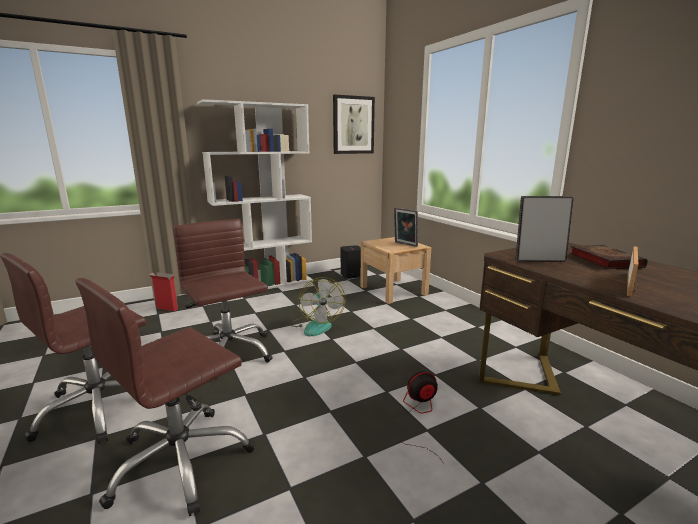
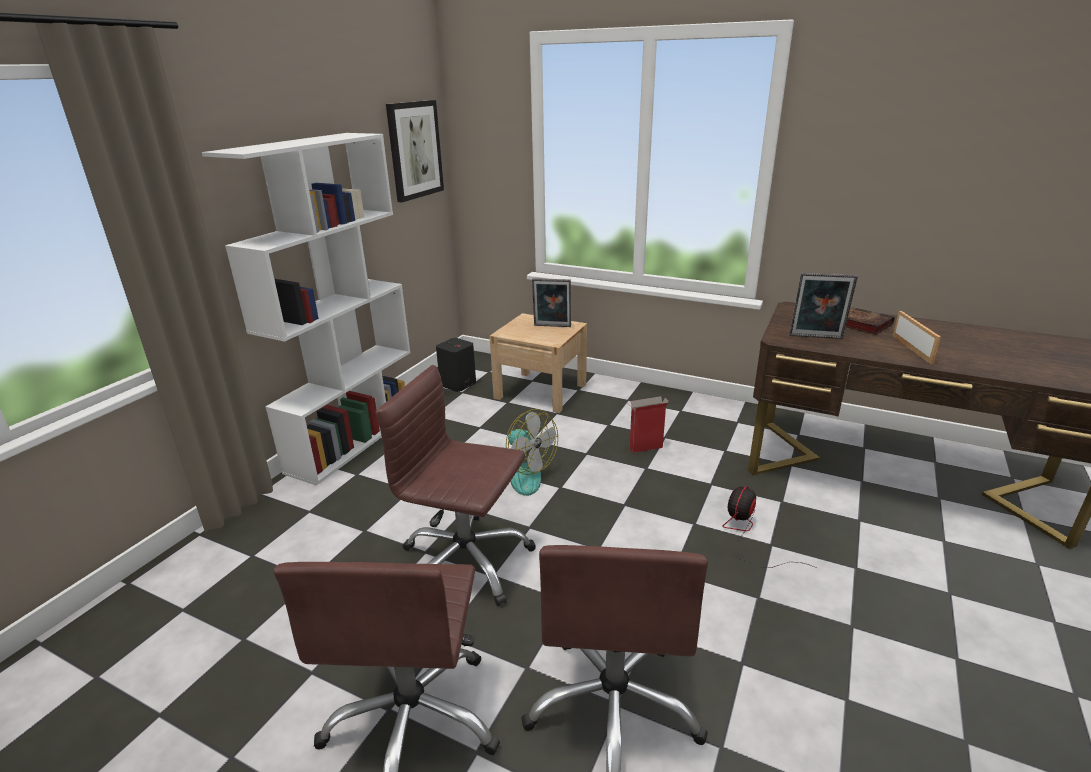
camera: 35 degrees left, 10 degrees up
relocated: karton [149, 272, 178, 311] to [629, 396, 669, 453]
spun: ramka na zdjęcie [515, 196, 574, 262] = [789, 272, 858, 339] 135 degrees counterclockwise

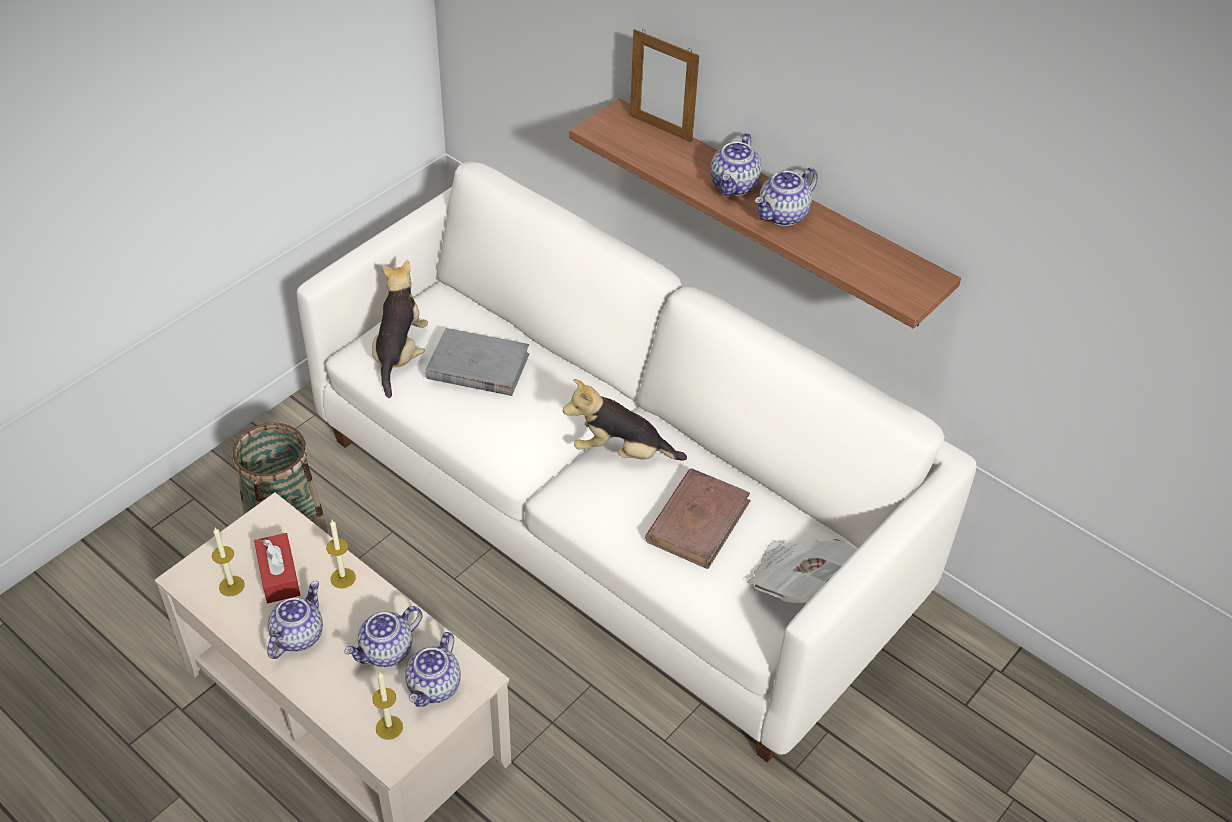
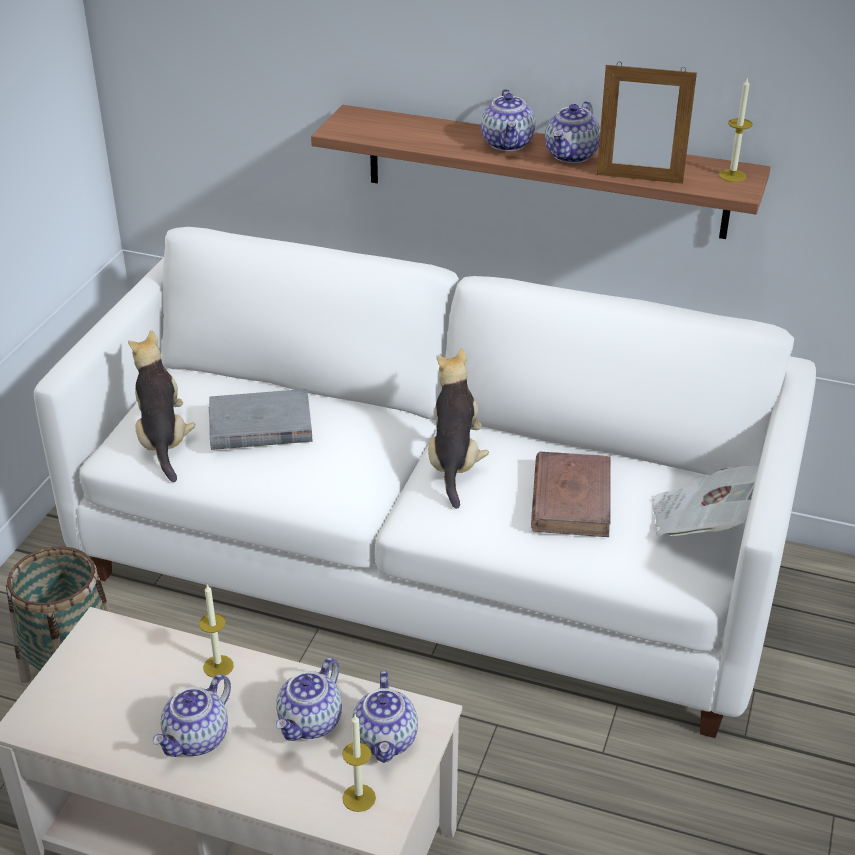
camera: 20 degrees left, 10 degrees down
missing: pudełko chusteczek (czerwony) [254, 533, 300, 603]
relocated: ramka na zdjęcie [630, 29, 699, 143] to [597, 62, 697, 184]; świeca [212, 528, 245, 596] to [719, 77, 753, 182]
spun: pluszak [563, 379, 687, 461] = [428, 348, 489, 509] 105 degrees clockwise; imbryk [267, 581, 323, 659] = [153, 674, 231, 757] 150 degrees counterclockwise

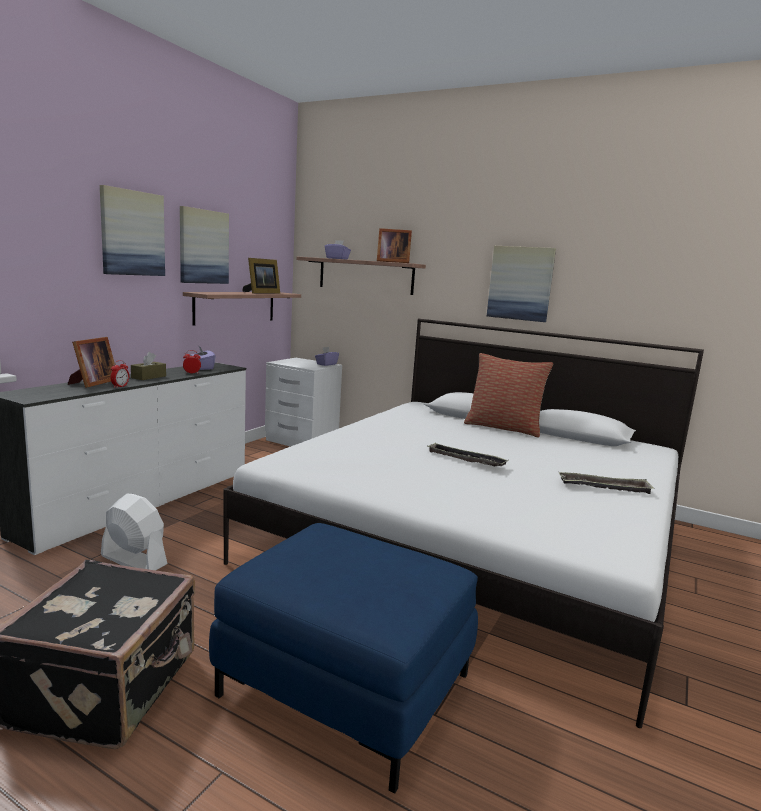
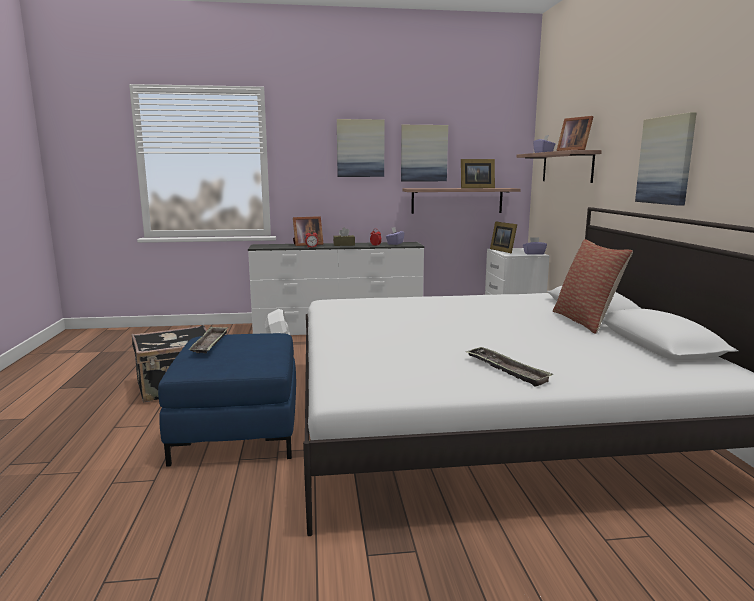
camera: 55 degrees right, 0 degrees up
appeared: ramka na zdjęcie [490, 221, 517, 253]
relocated: taca [427, 443, 509, 466] to [189, 326, 228, 354]

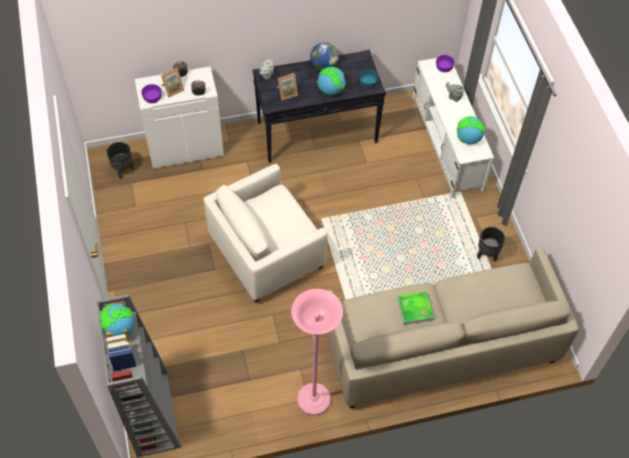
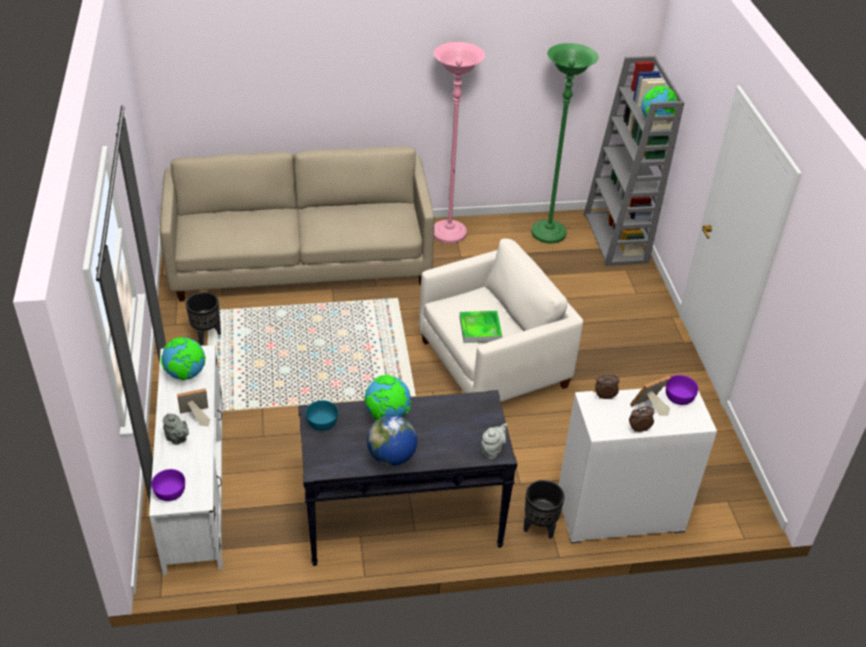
camera: 175 degrees left, 15 degrees down
appeared: lampa stojąca (zielony) [531, 43, 598, 243]
relocated: ramka na zdjęcie [276, 73, 298, 100] to [177, 388, 210, 427]; donica (czarny) [107, 142, 134, 179] to [524, 480, 564, 539]; taca [397, 292, 434, 325] to [459, 311, 502, 343]

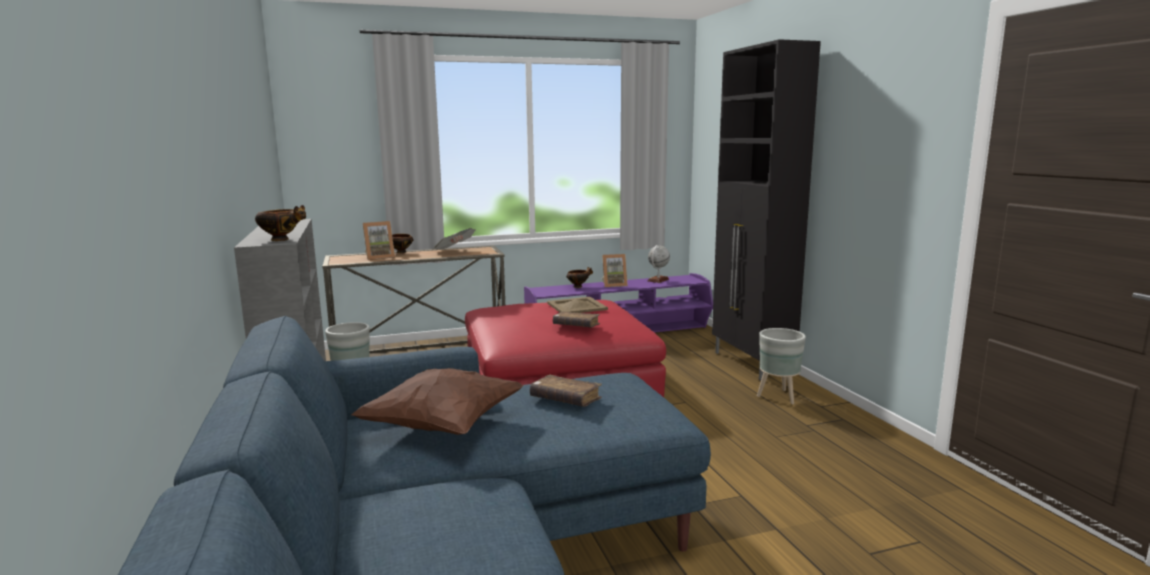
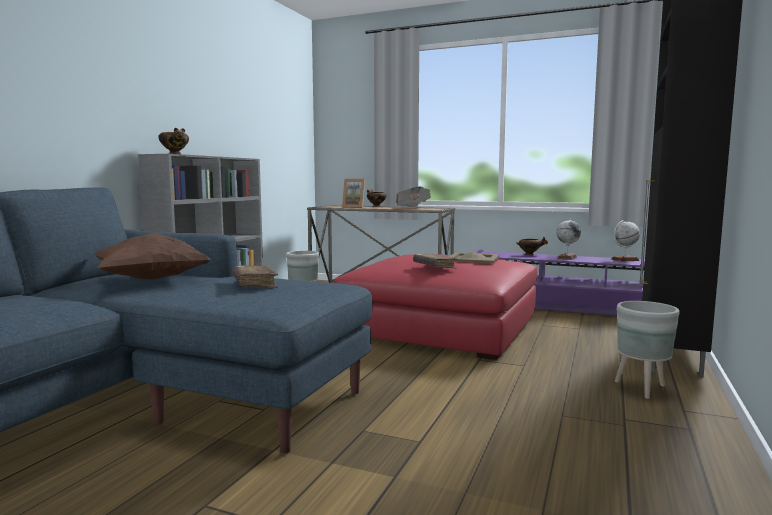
camera: 40 degrees right, 5 degrees down
exchanged: ramka na zdjęcie [602, 254, 628, 287] to globus [556, 219, 581, 260]

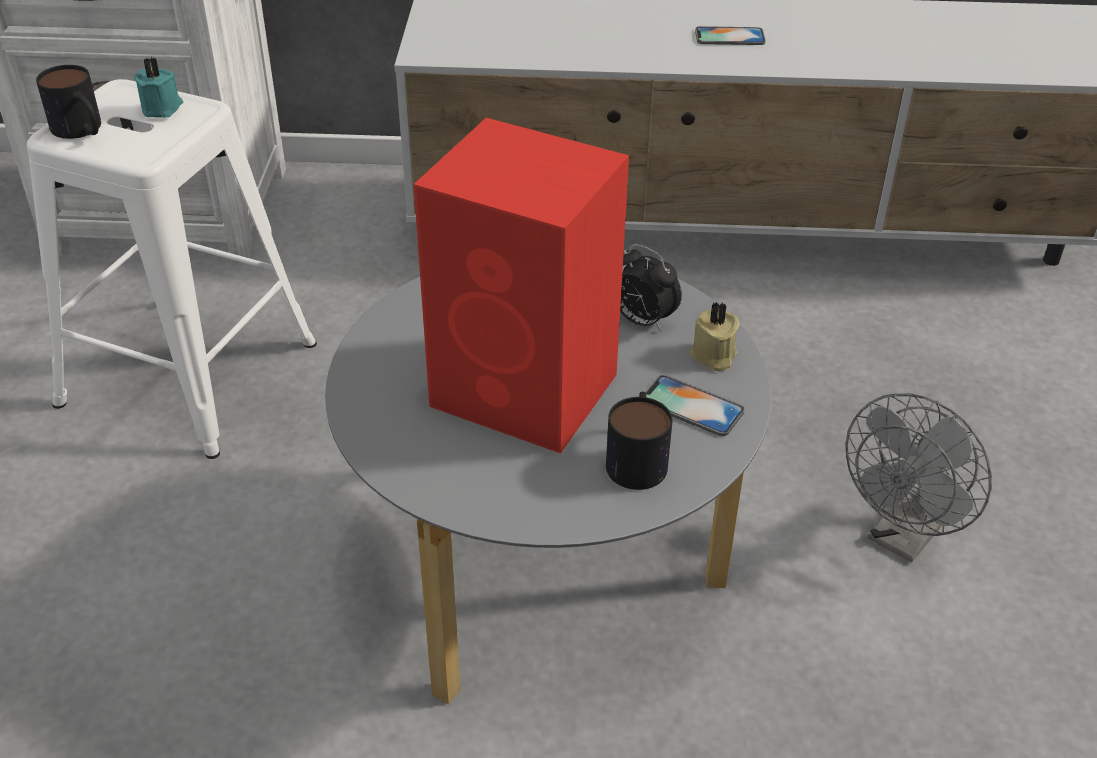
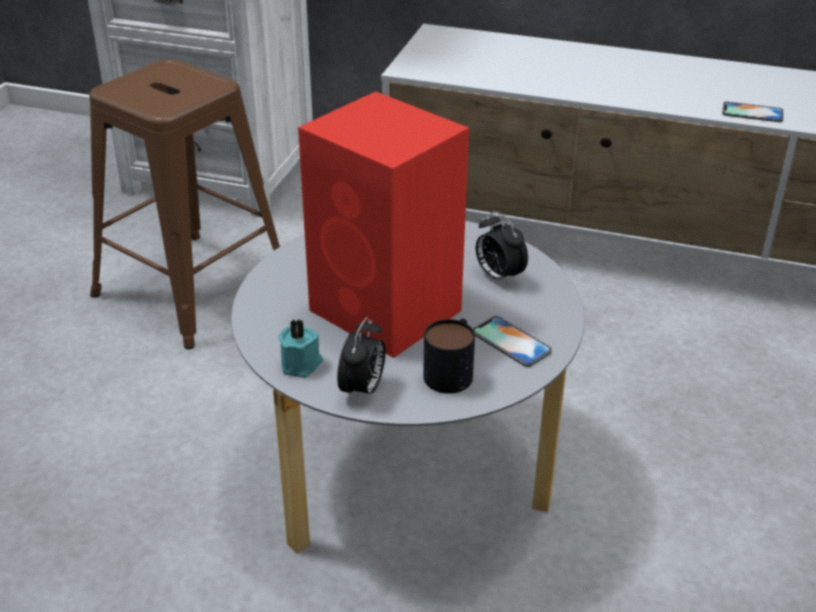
camera: 15 degrees right, 5 degrees down
missing: kubek [36, 65, 101, 139]; świeca (beżowy) [690, 302, 740, 371]; wentylator (szary) [846, 393, 992, 563]
appeared: budzik [337, 317, 385, 404]
relocated: telefon [695, 26, 766, 45] to [722, 102, 783, 122]; świeca (turkusowy) [134, 57, 183, 118] to [279, 319, 323, 378]
colour: stołek (biały) [27, 79, 317, 459] to stołek (brązowy) [89, 59, 280, 349]

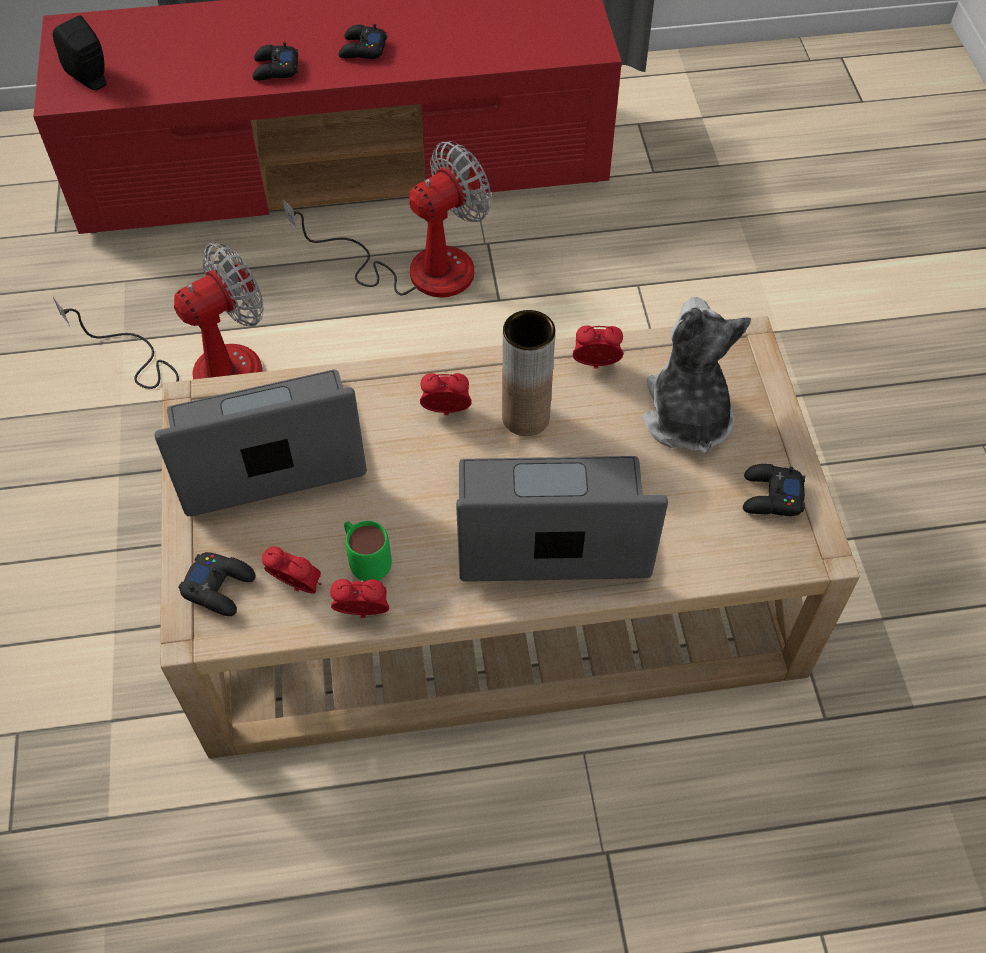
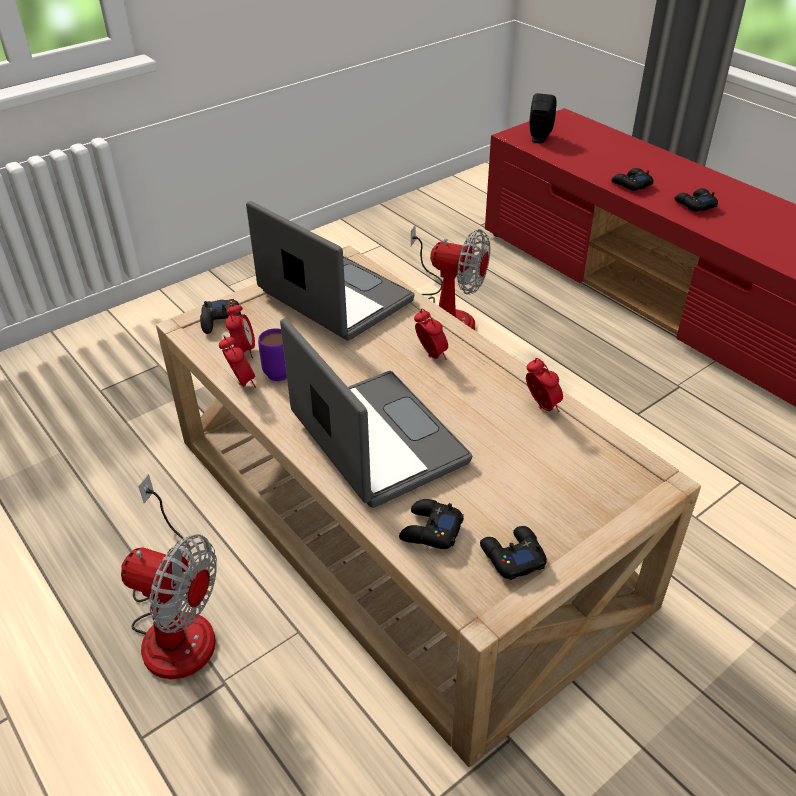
camera: 60 degrees right, 15 degrees down
missing: pluszak [643, 297, 751, 454]; wazon (brązowy) [502, 310, 555, 436]
appeared: pad do gier (czarny) [399, 499, 464, 549]
relocated: wentylator [282, 141, 492, 298] to [121, 474, 217, 679]
colour: kubek (zielony) [344, 521, 392, 582] to kubek (fioletowy) [258, 328, 287, 381]

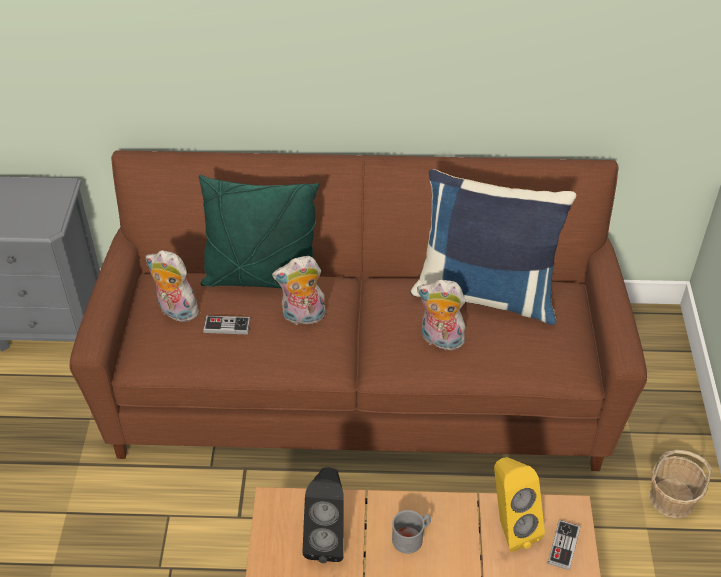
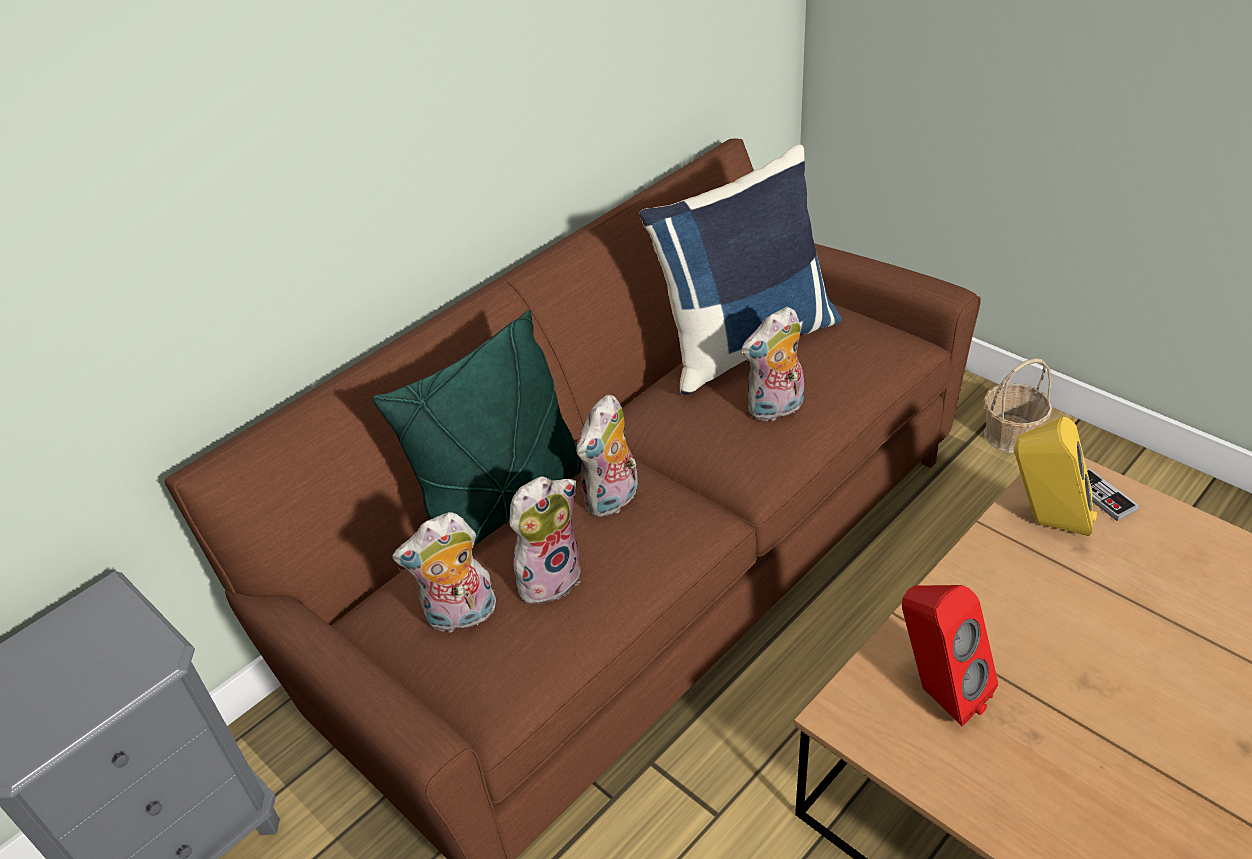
camera: 45 degrees left, 5 degrees down
missing: kubek (szary) [392, 510, 431, 554]
exchanged: pad do gier [203, 316, 250, 334] to pluszak [509, 476, 581, 604]
colour: głośnik (czarny) [302, 467, 344, 563] to głośnik (czerwony) [902, 585, 998, 726]

